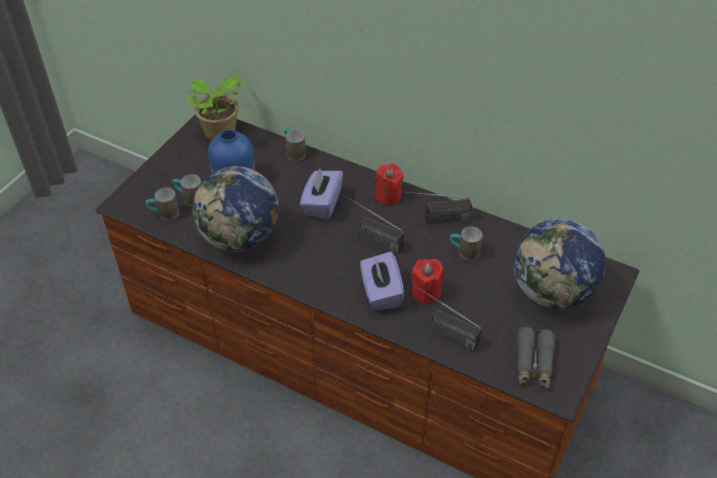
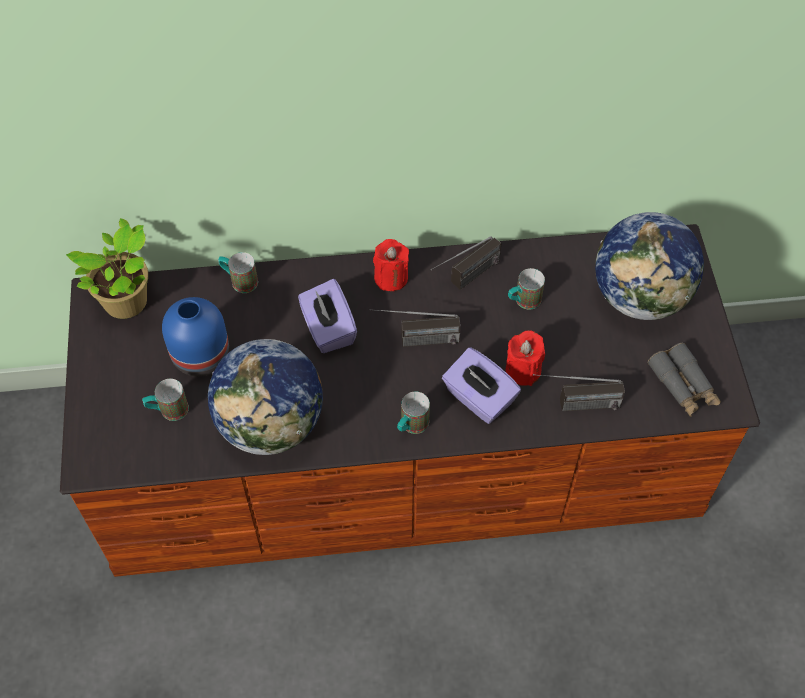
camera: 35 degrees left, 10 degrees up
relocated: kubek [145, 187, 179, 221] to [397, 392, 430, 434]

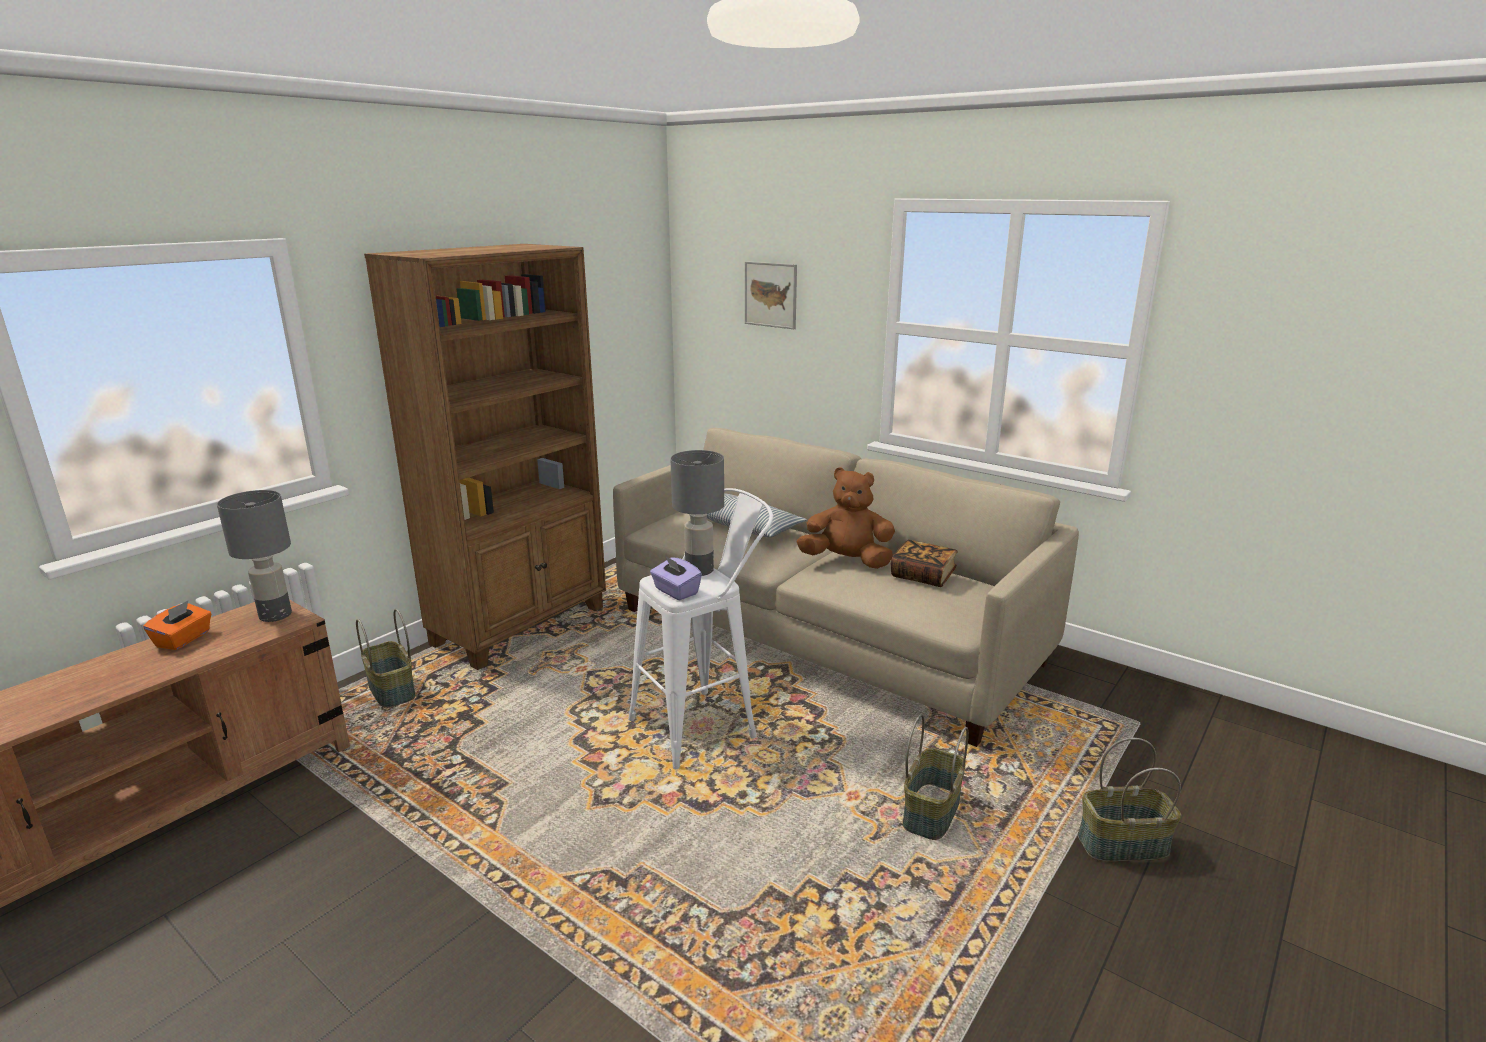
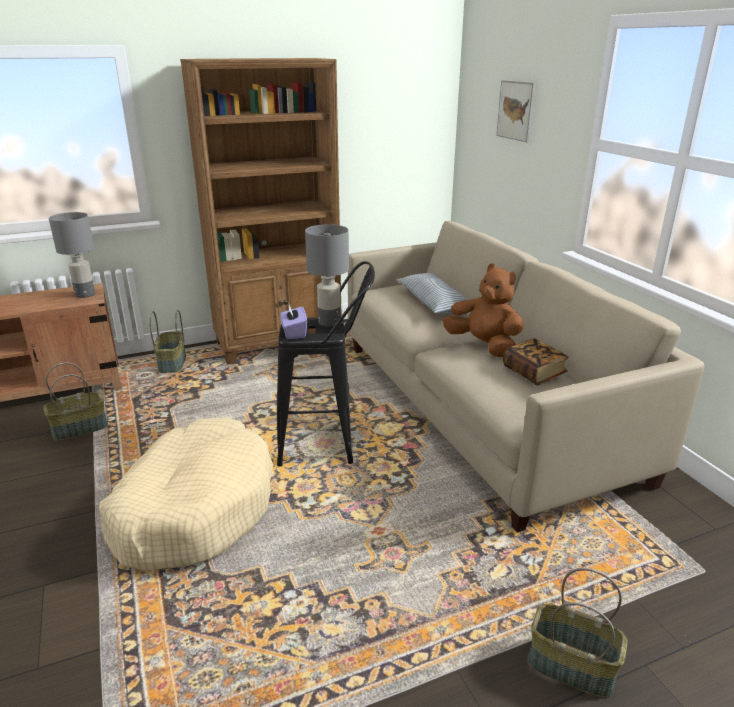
camera: 30 degrees right, 5 degrees up
missing: pudełko chusteczek (pomarańczowy) [143, 601, 212, 650]
appeared: legowisko (beżowy) [99, 417, 273, 571]
relocated: koszyk [903, 714, 969, 840] to [43, 362, 108, 441]
colour: stołek (biały) [628, 488, 773, 769] to stołek (czarny) [277, 261, 375, 467]

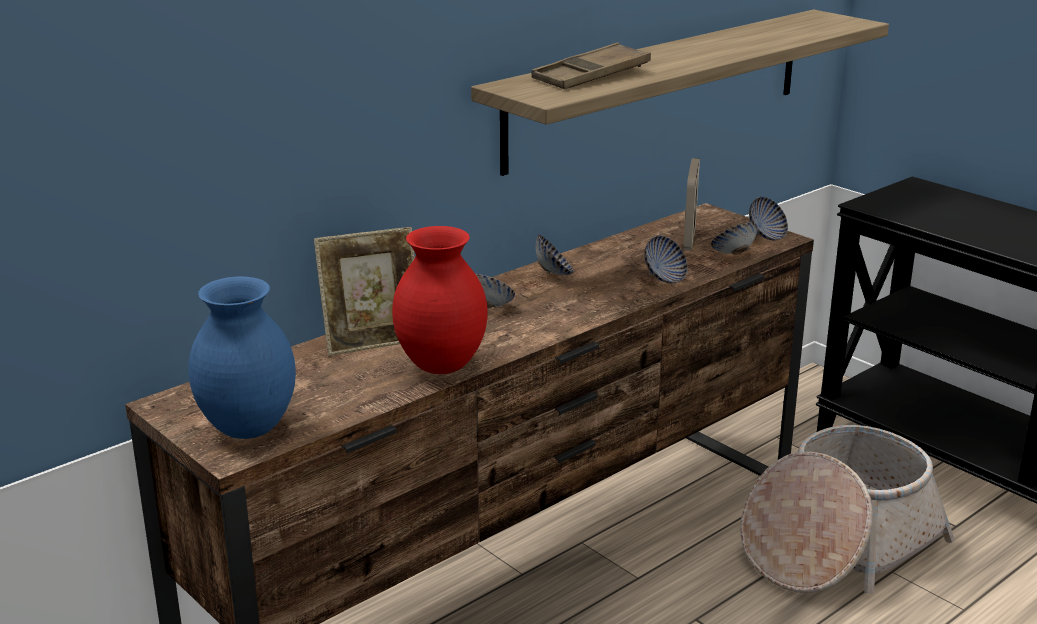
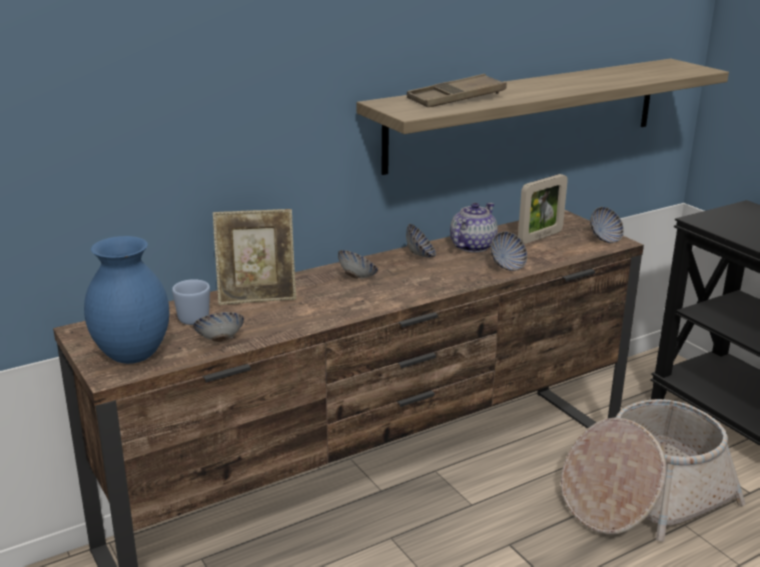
camera: 10 degrees right, 0 degrees up
missing: wazon (czerwony) [392, 226, 487, 374]
appeared: imbryk [450, 203, 498, 253]; kubek (niebieski) [172, 279, 210, 325]
relocated: miska [711, 222, 758, 255] to [193, 312, 244, 342]
spun: ramka na zdjęcie [683, 158, 700, 251] = [518, 174, 568, 244] 150 degrees counterclockwise

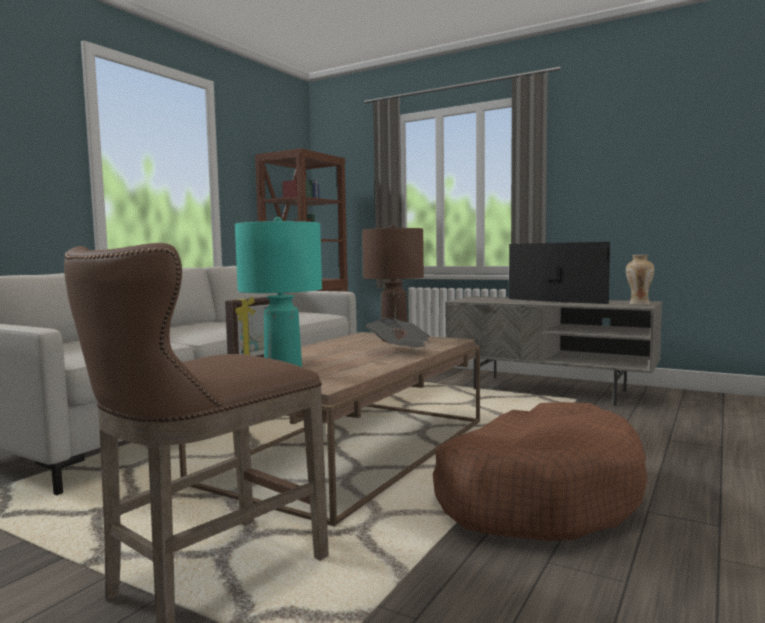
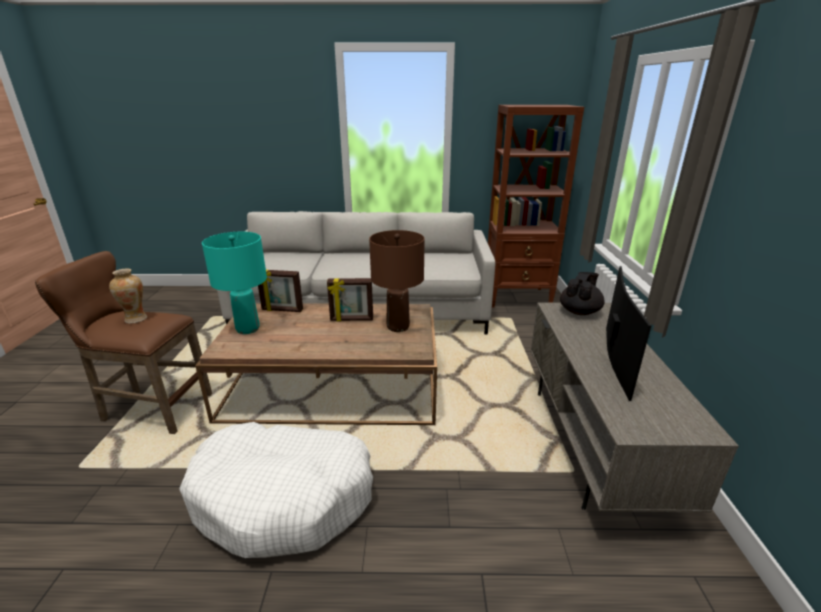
camera: 60 degrees right, 20 degrees up
missing: gazeta [366, 318, 430, 347]
appeared: imbryk (czarny) [560, 272, 605, 315]; ramka na zdjęcie [327, 278, 373, 321]
relocated: wazon [626, 255, 654, 305] to [109, 269, 147, 324]
colour: legowisko (brązowy) [433, 402, 648, 541] to legowisko (biały) [179, 422, 373, 558]

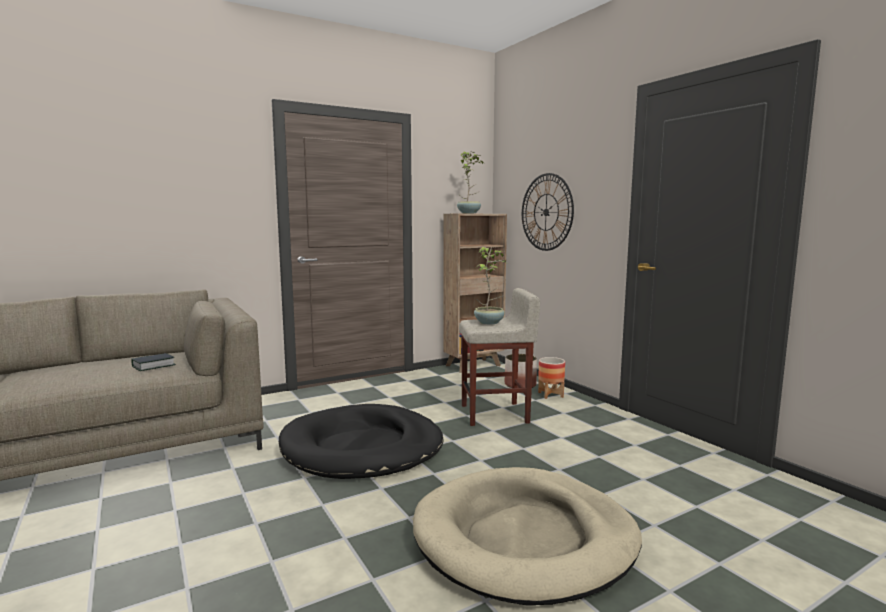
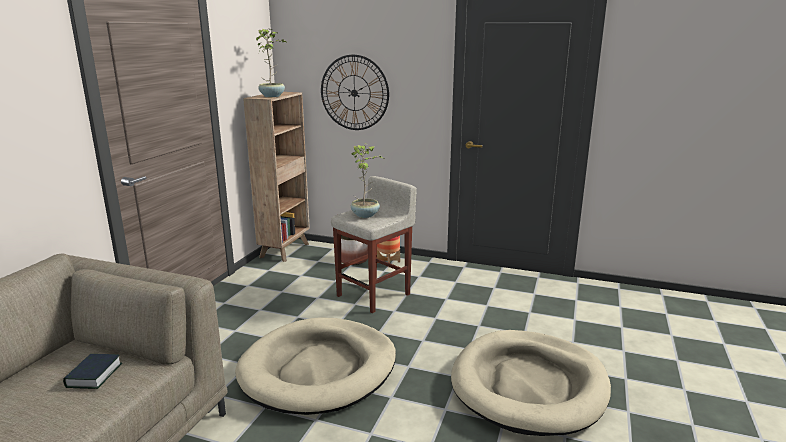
camera: 40 degrees left, 10 degrees up
colour: legowisko (czarny) [279, 404, 444, 479] to legowisko (beżowy) [235, 317, 396, 415]

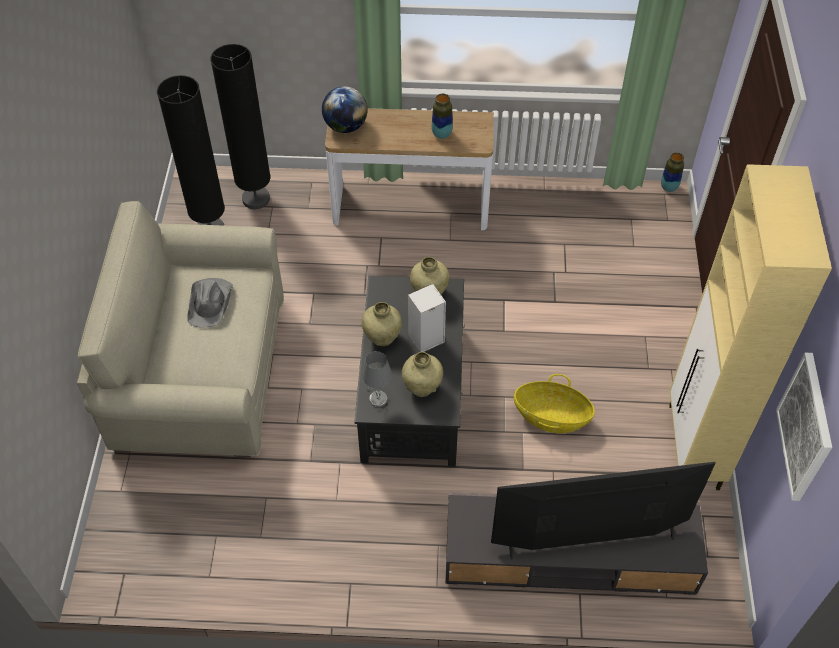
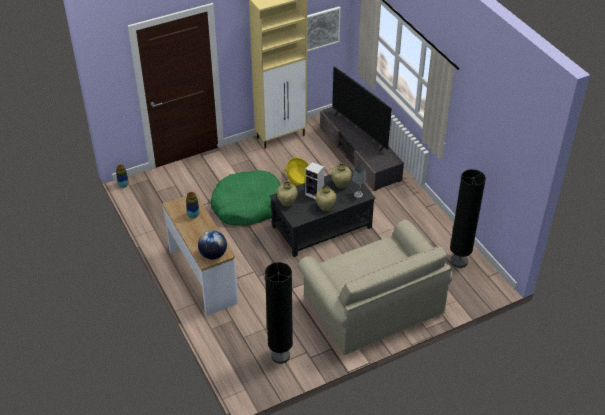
camera: 120 degrees left, 10 degrees down
missing: kapelusz (szary) [187, 278, 233, 327]
appeared: legowisko (zielony) [211, 170, 281, 226]
relocated: lampa stojąca (czarny) [210, 44, 271, 210] to [450, 169, 486, 268]

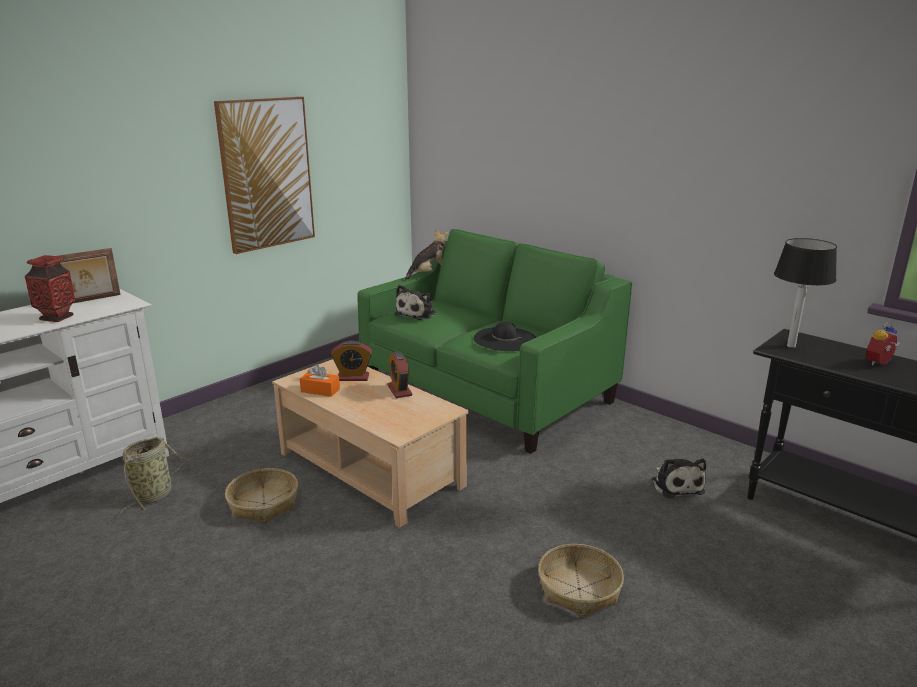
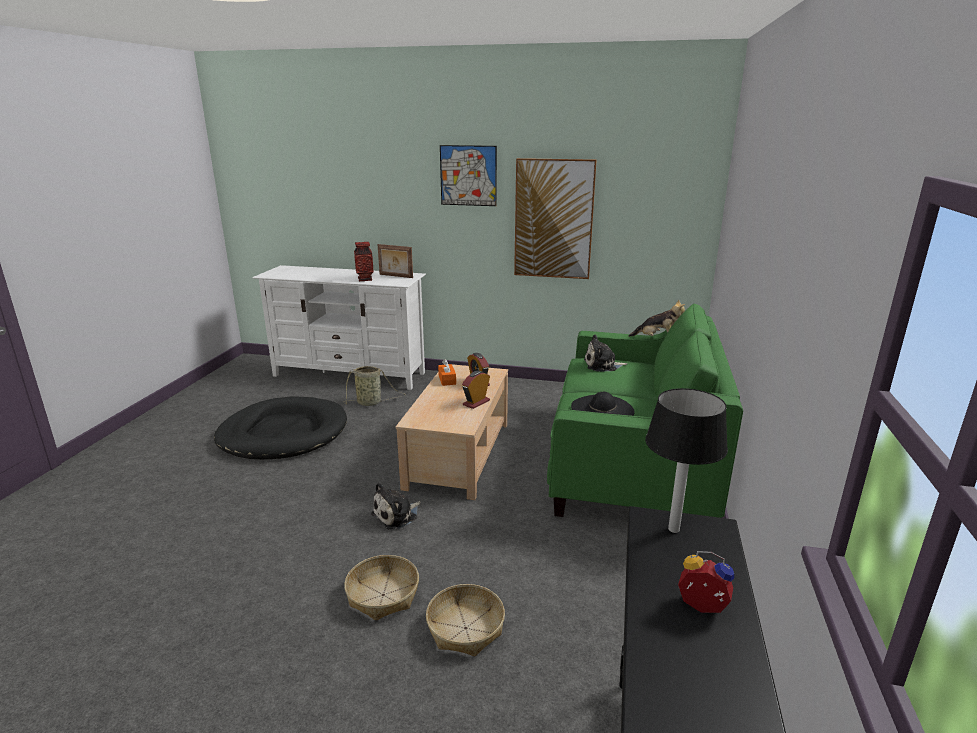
camera: 60 degrees right, 0 degrees up
appeared: obraz [440, 145, 497, 206]; legowisko (czarny) [214, 397, 347, 459]
relocated: pluszak [651, 459, 706, 499] to [371, 482, 421, 529]; koszyk [225, 468, 298, 523] to [426, 584, 505, 656]

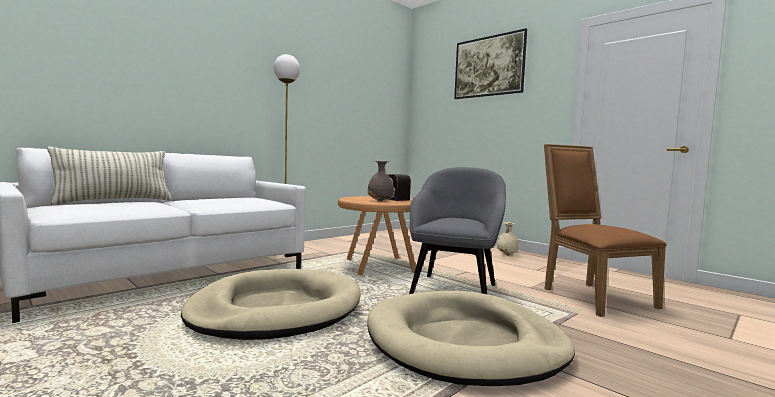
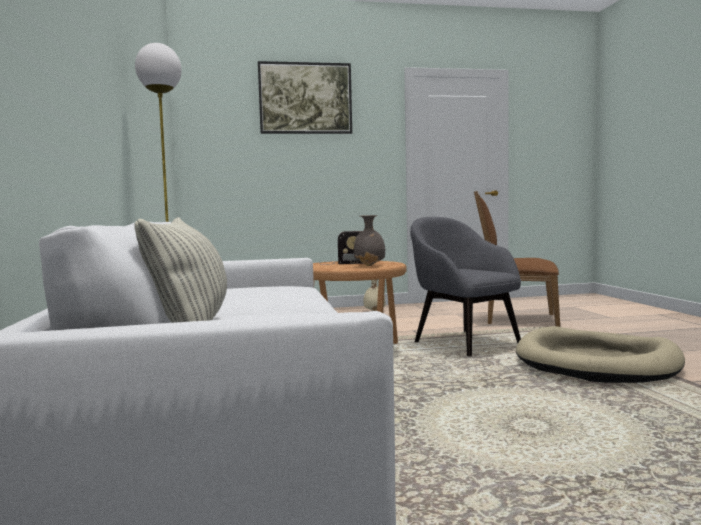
camera: 55 degrees left, 0 degrees up
missing: legowisko (beżowy) [181, 269, 361, 340]

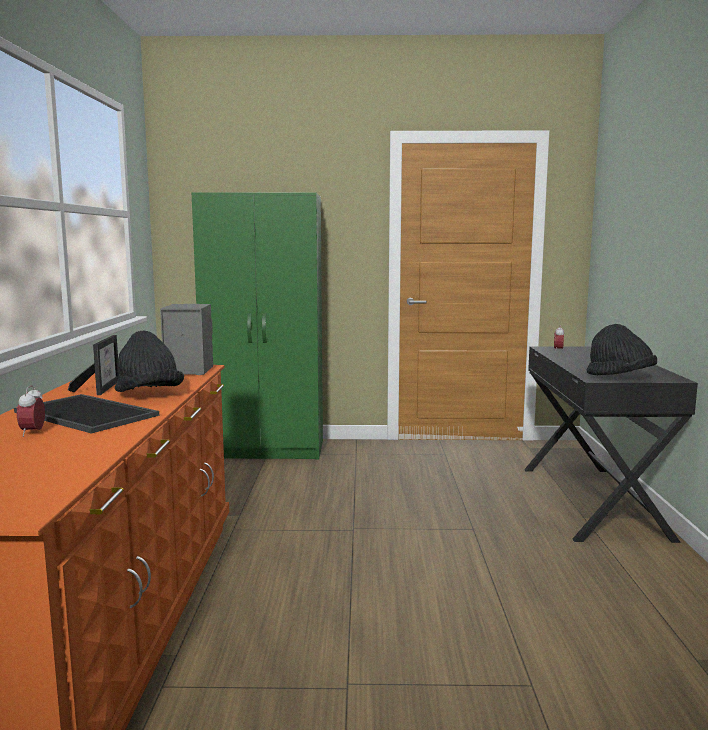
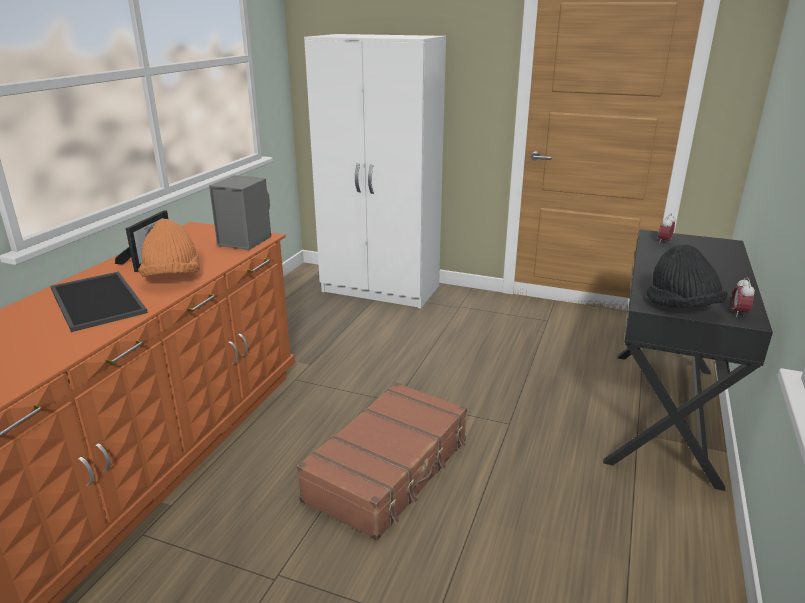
camera: 20 degrees right, 15 degrees up
appeared: walizka (brązowy) [297, 382, 467, 540]
relocated: budzik [17, 385, 45, 437] to [731, 277, 755, 317]
colour: szafa (zielony) [192, 192, 323, 459] to szafa (biały) [304, 34, 446, 309]; kapelusz (czarny) [115, 330, 184, 392] to kapelusz (pomarańczowy) [138, 219, 200, 277]

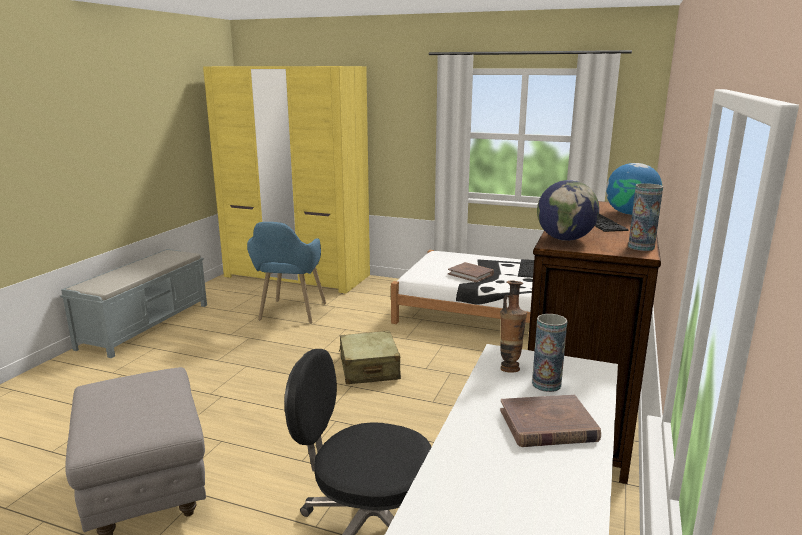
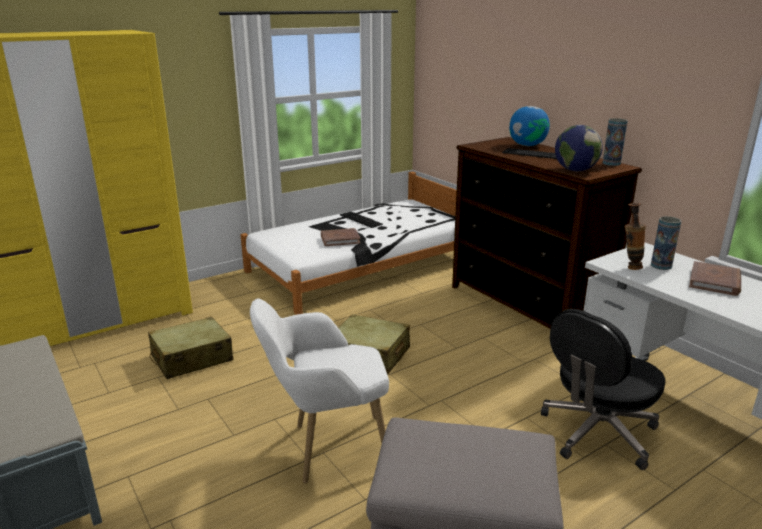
camera: 55 degrees left, 5 degrees up
appeared: fotel (biały) [250, 298, 389, 484]
exchanged: fotel (niebieski) [247, 222, 326, 324] to walizka (beżowy) [148, 317, 233, 379]

